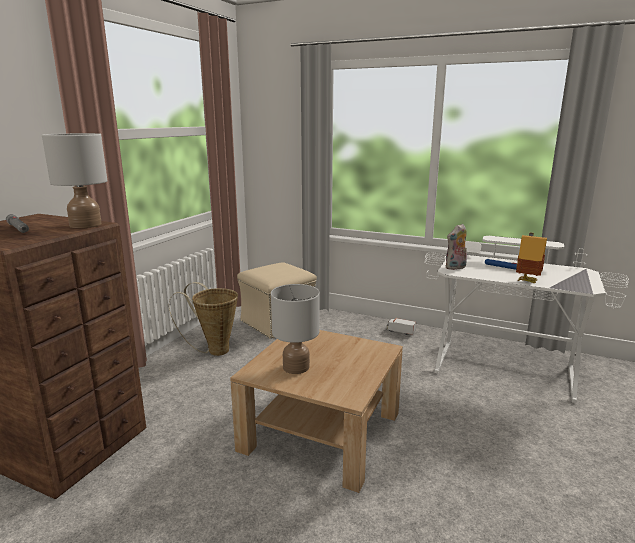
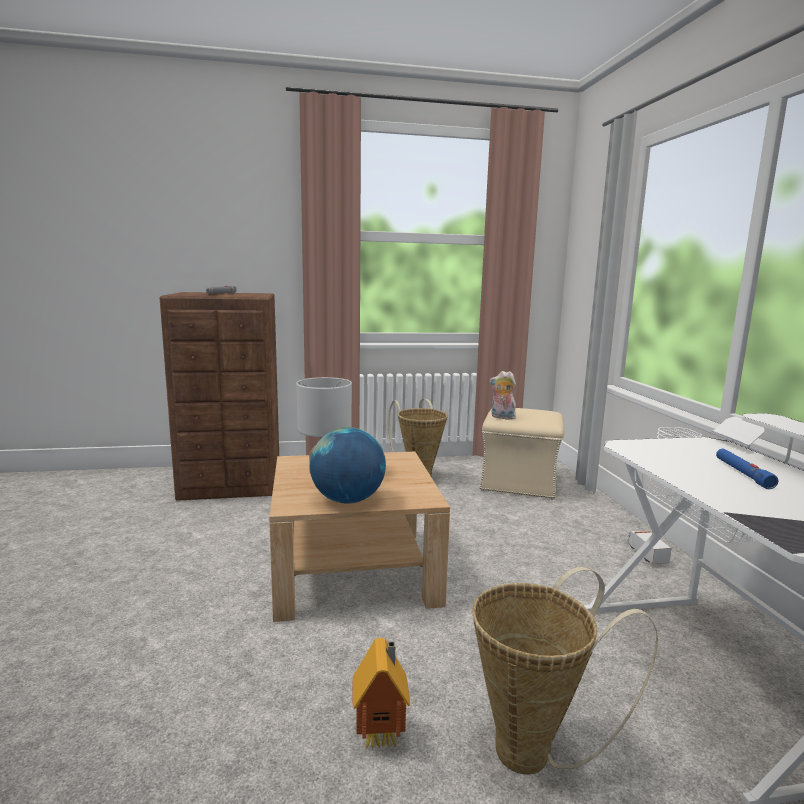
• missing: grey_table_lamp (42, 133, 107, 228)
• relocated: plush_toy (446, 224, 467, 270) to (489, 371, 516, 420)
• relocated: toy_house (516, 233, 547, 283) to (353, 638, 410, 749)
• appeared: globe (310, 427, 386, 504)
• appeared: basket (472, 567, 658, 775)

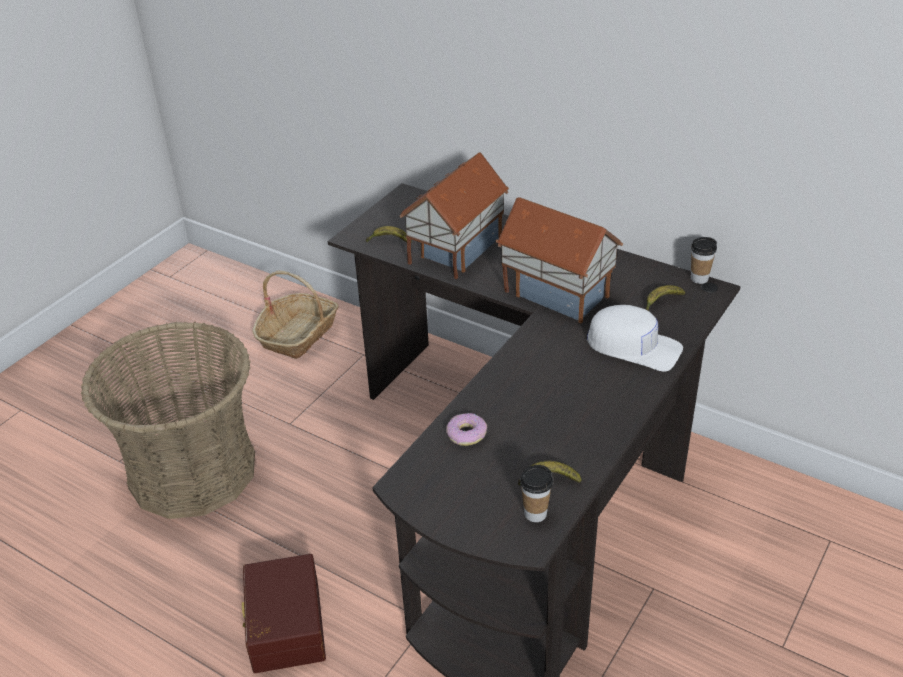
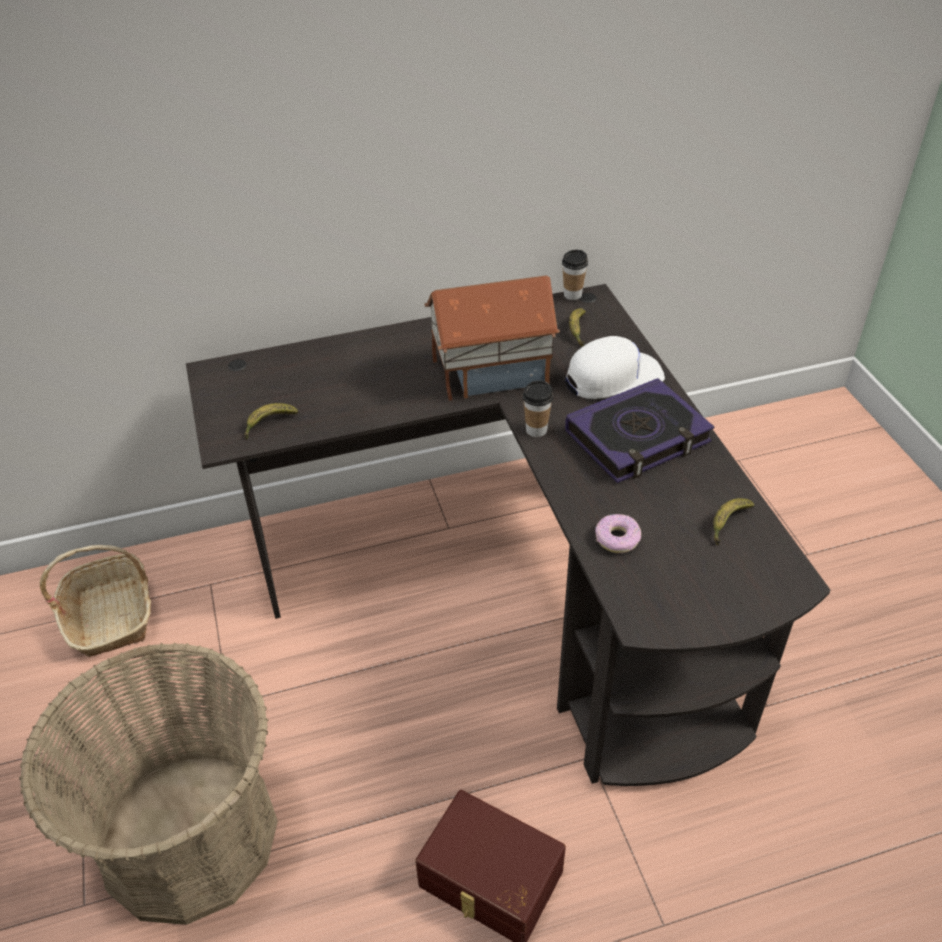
• missing: toy_house (399, 152, 509, 279)
• relocated: cup (520, 465, 553, 522) to (523, 380, 553, 437)
• appeared: book (565, 378, 714, 483)

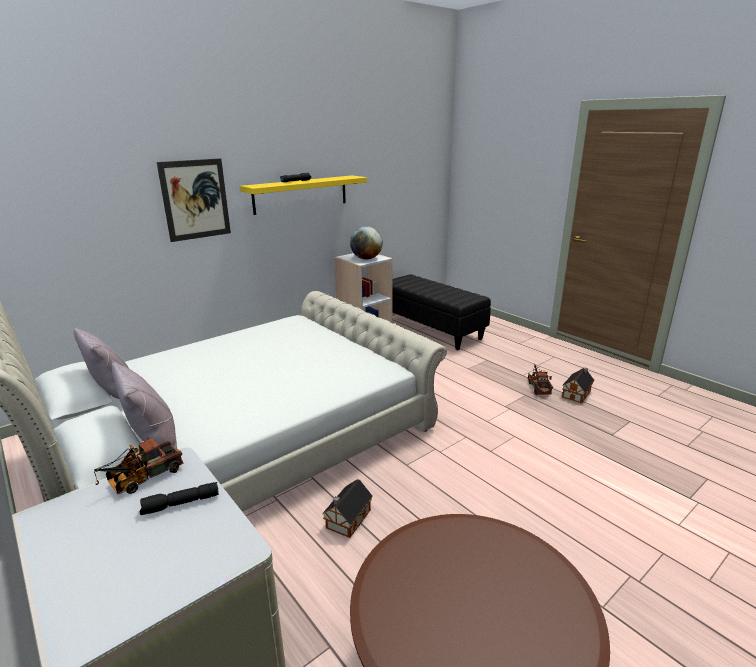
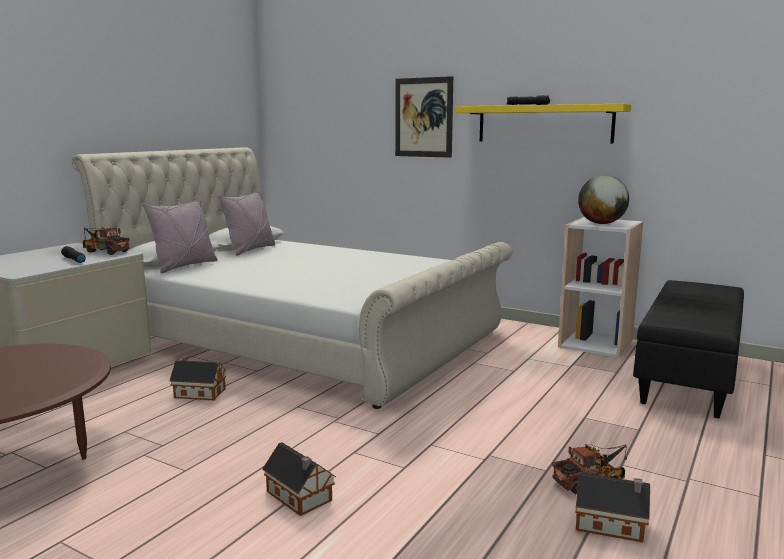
• appeared: toy_house (262, 442, 336, 516)

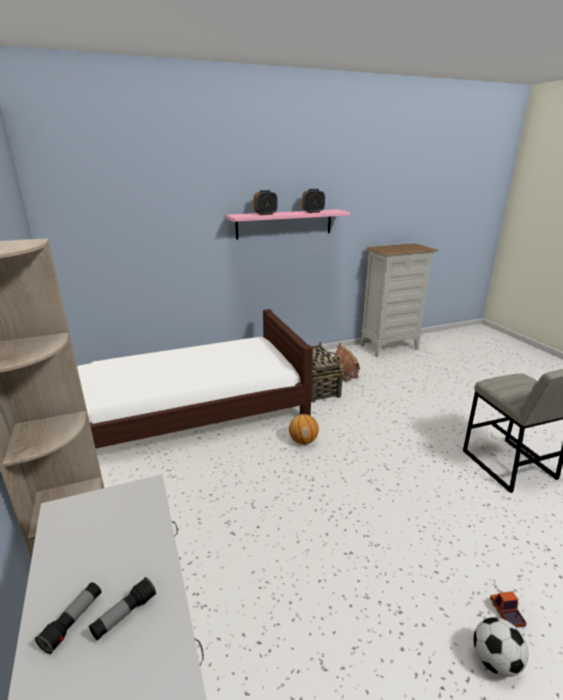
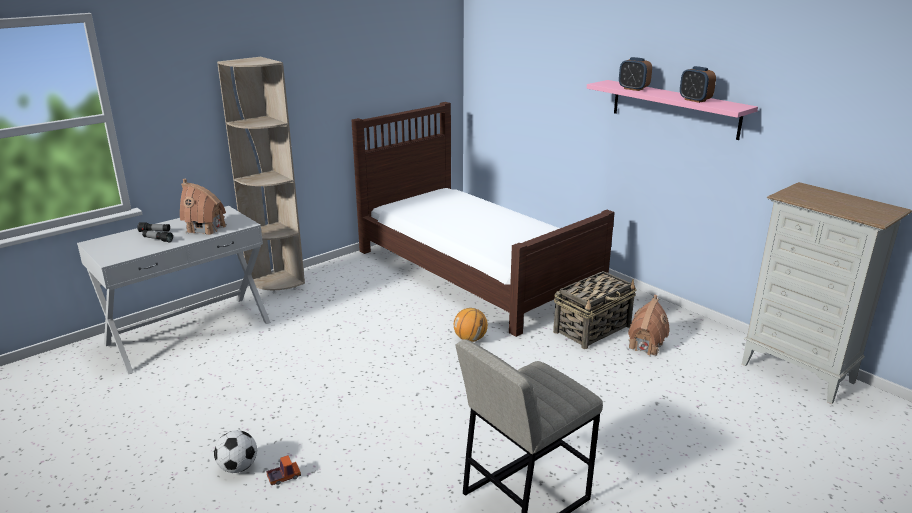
• appeared: toy_house (180, 179, 227, 235)

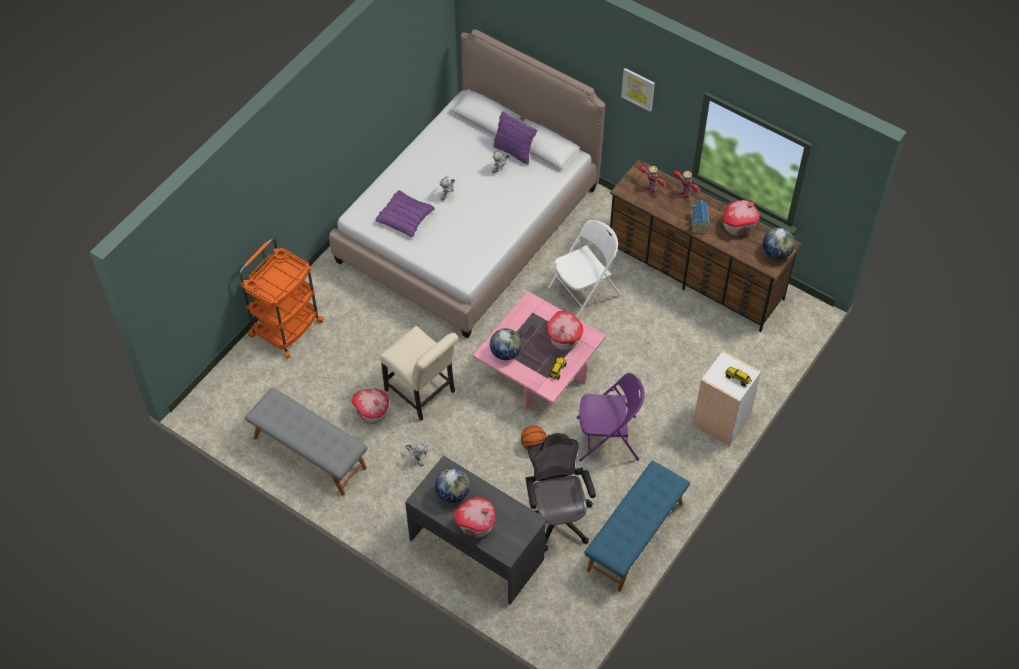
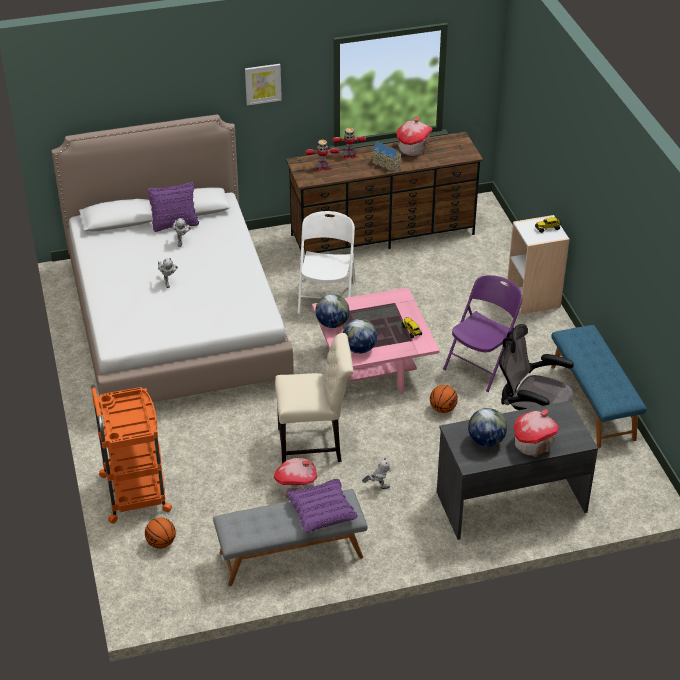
• relocated: purple_pillow (376, 190, 435, 237) to (287, 479, 358, 533)
• relocated: globe (763, 228, 795, 260) to (315, 294, 349, 328)
• missing: toy_house (546, 311, 583, 350)
• appeared: basketball (145, 517, 176, 549)

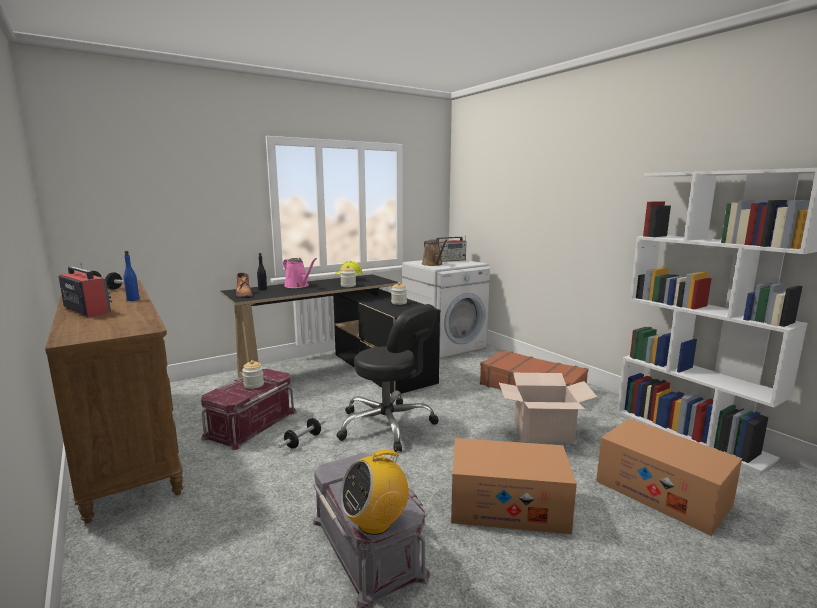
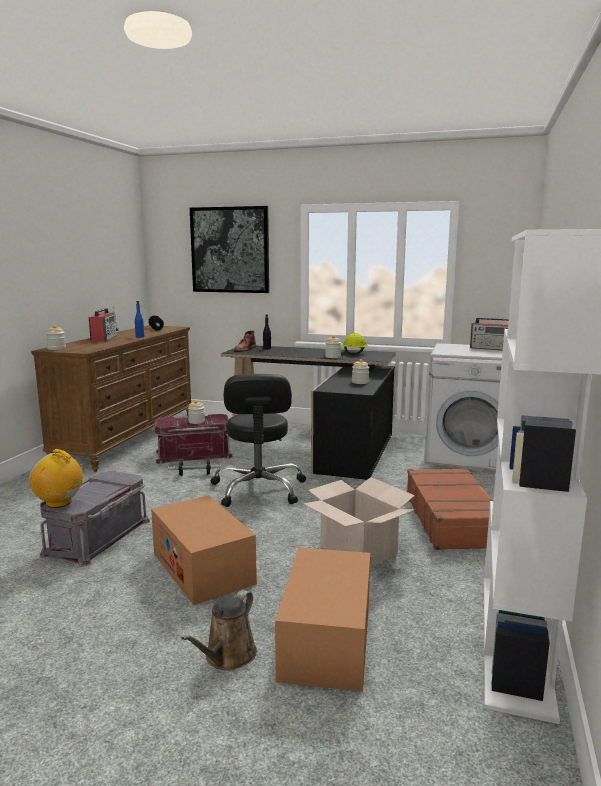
• relocated: brown_watering_can (422, 239, 447, 266) to (181, 590, 257, 671)
• missing: pink_watering_can (283, 258, 317, 288)
• appeared: picture (190, 206, 269, 293)
• appeared: jar (46, 325, 66, 350)

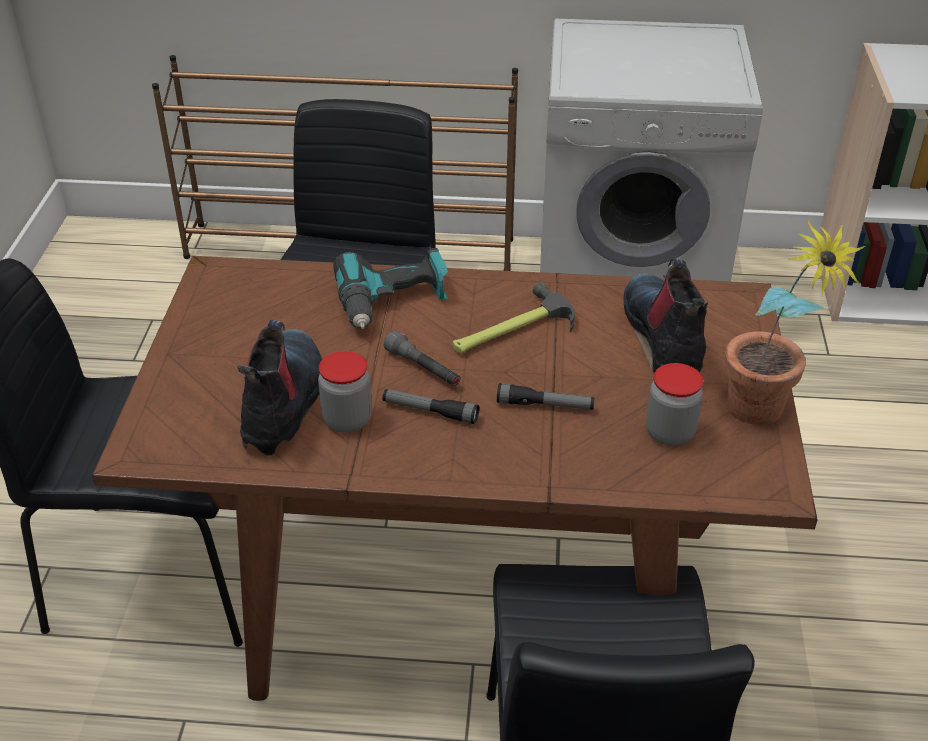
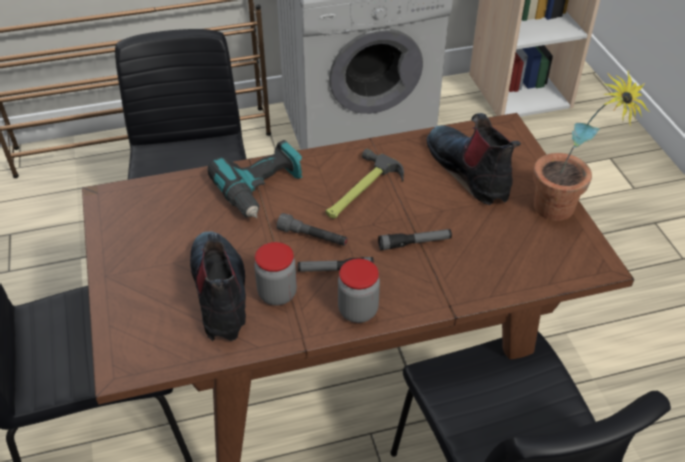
• relocated: jar (646, 363, 703, 446) to (338, 259, 380, 323)

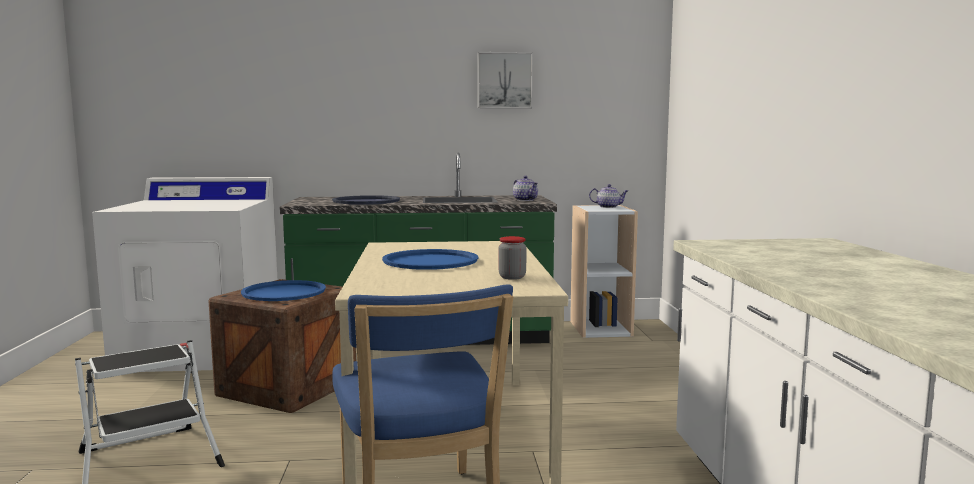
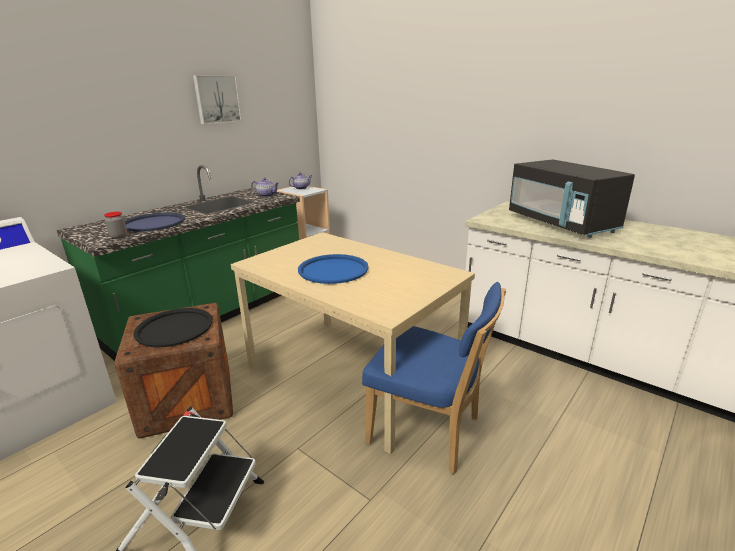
• relocated: jar (499, 236, 527, 280) to (104, 212, 127, 239)
• colour: blue_tray (241, 280, 326, 301) to black_tray (134, 308, 213, 347)
• appeared: black_microwave (509, 159, 635, 238)

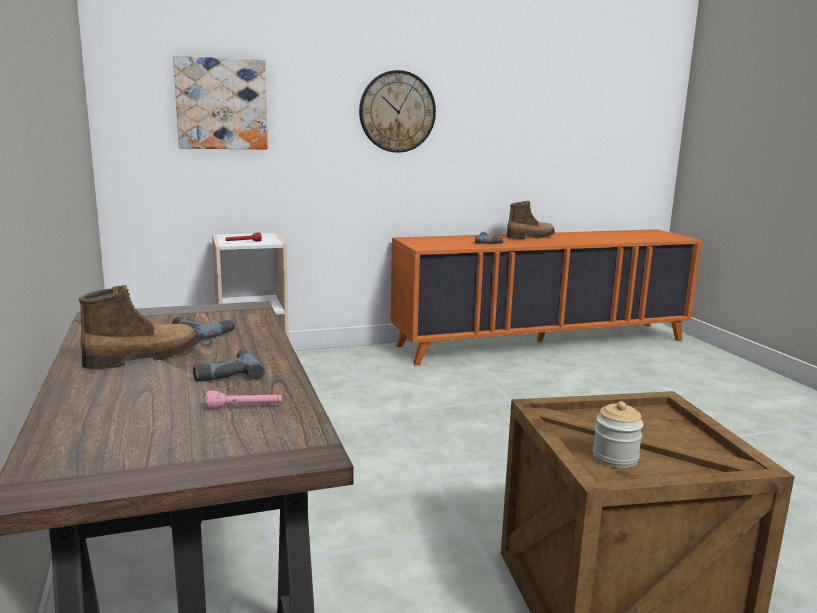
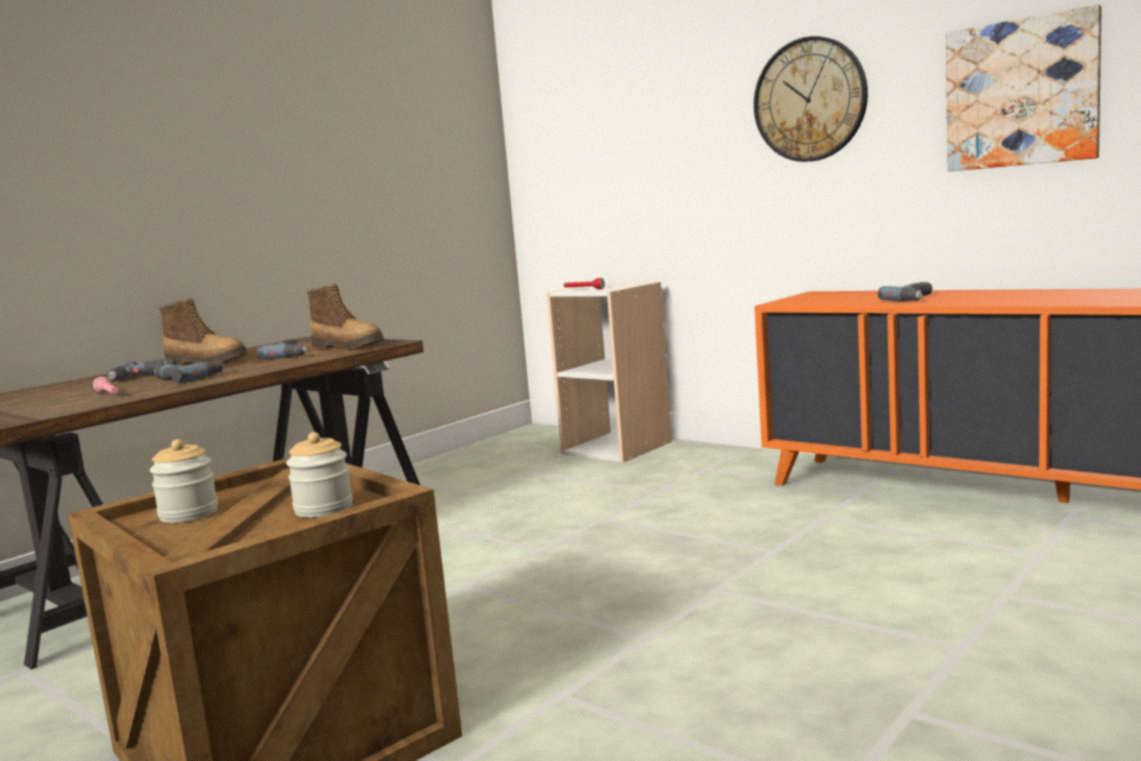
• relocated: picture (173, 56, 268, 150) to (946, 4, 1102, 171)
• relocated: boot (506, 201, 555, 239) to (307, 284, 384, 350)
• appeared: power_drill (107, 359, 177, 381)
• appeared: jar (286, 432, 353, 518)

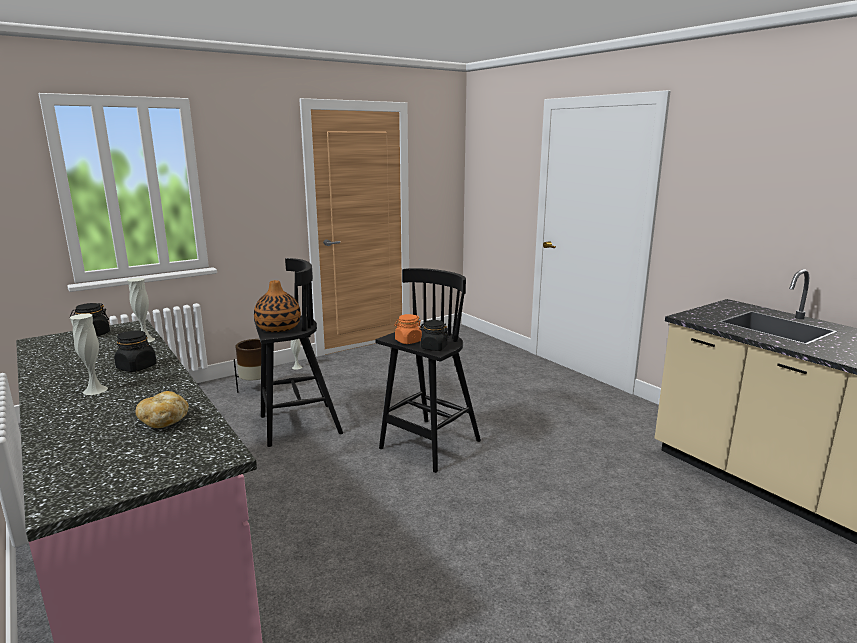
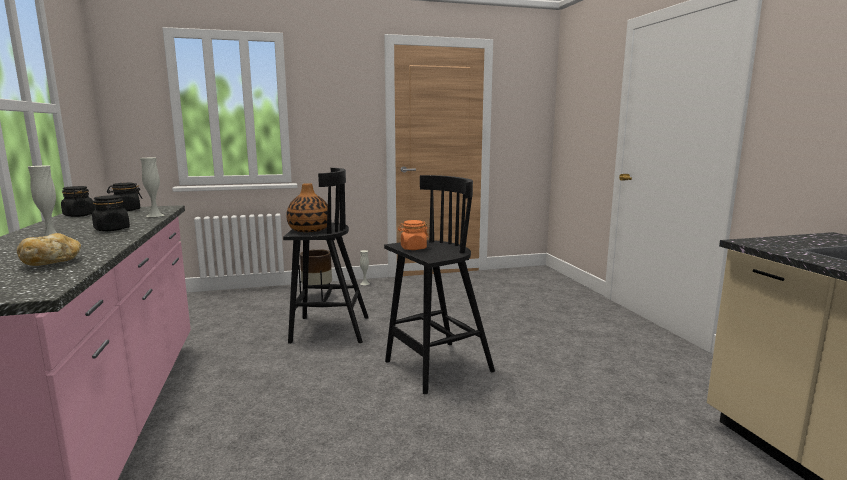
• relocated: black_jar (419, 320, 449, 351) to (61, 186, 95, 217)

